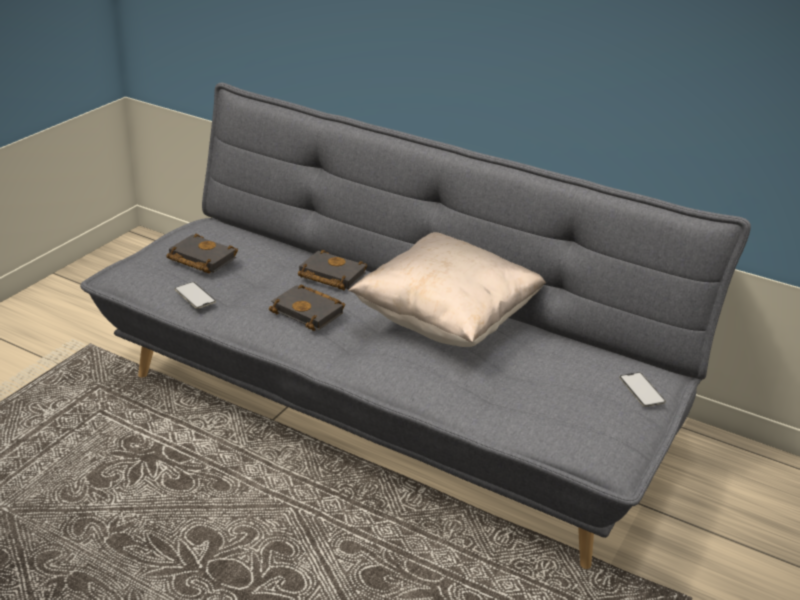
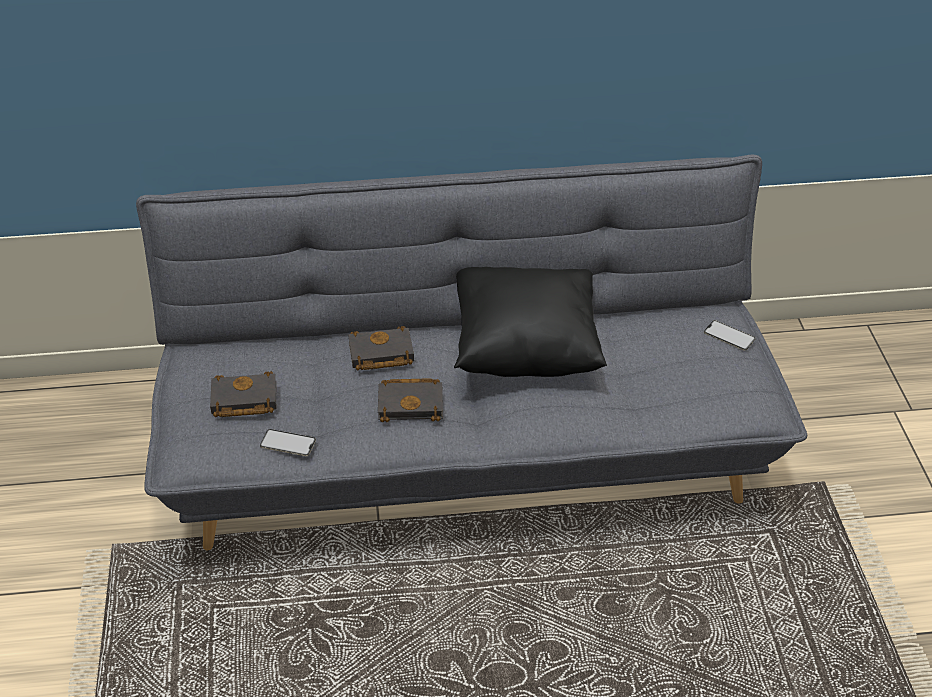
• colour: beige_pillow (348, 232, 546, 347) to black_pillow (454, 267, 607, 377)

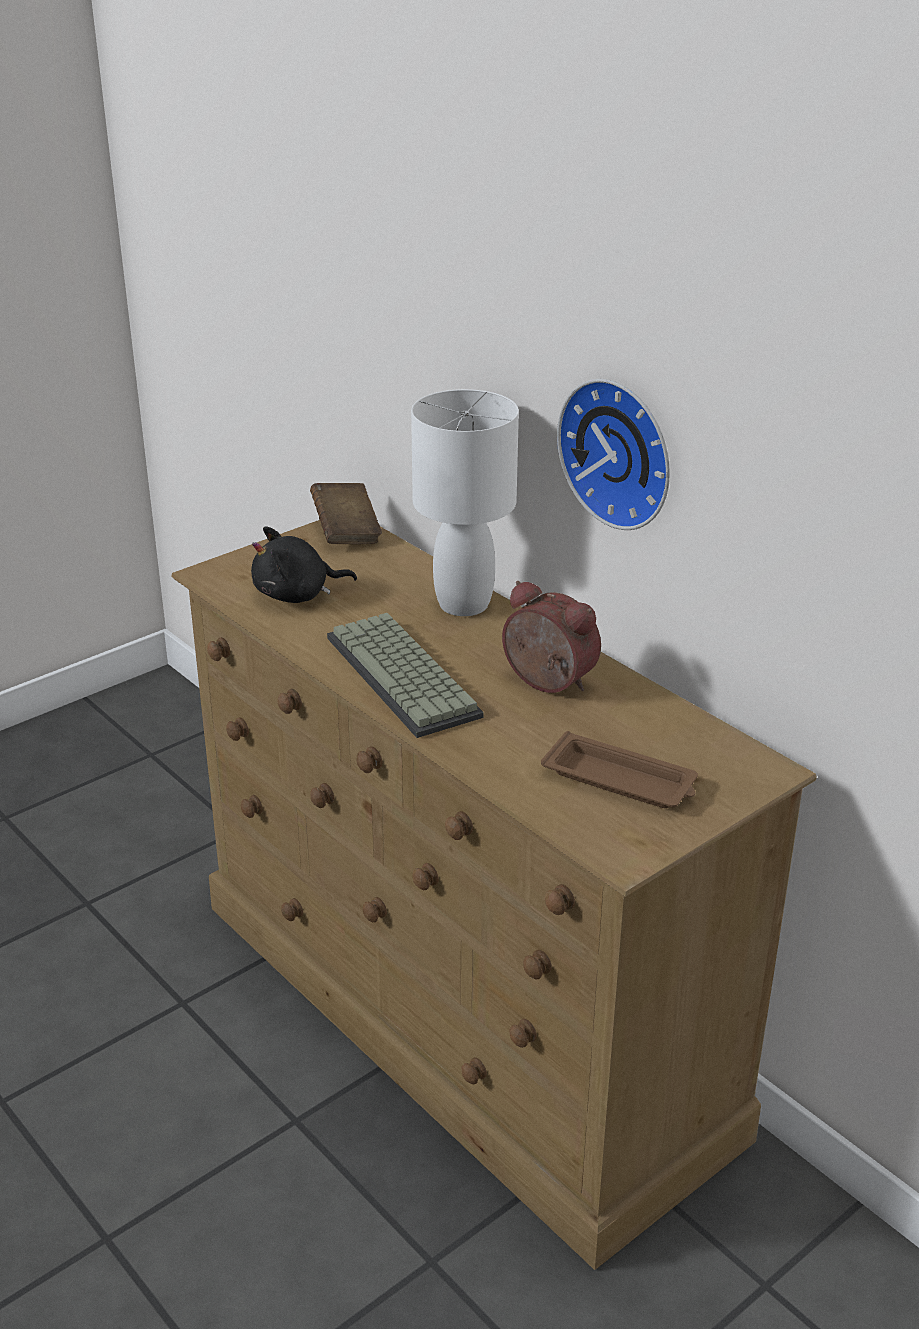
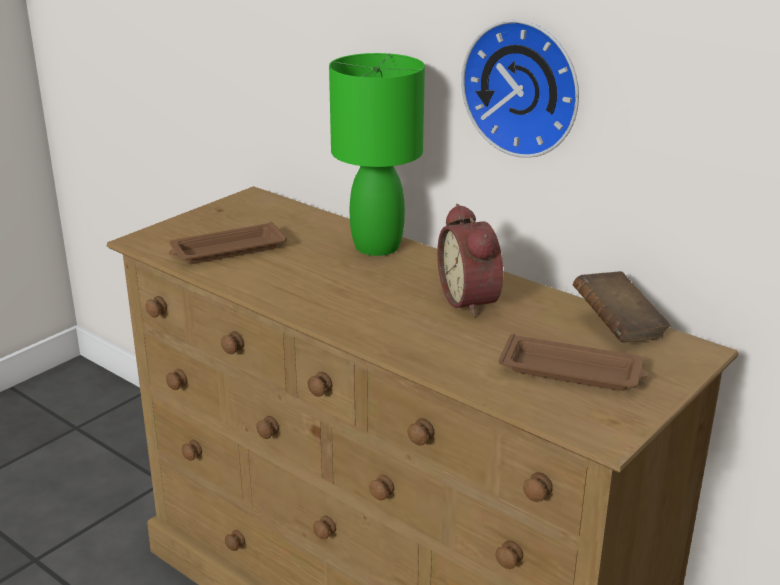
• colour: white_table_lamp (411, 389, 519, 616) to green_table_lamp (329, 53, 425, 256)
• relocated: brown_book (310, 483, 382, 544) to (573, 271, 670, 343)
• exchanged: black_plush_toy (251, 526, 357, 603) to brown_tray (169, 222, 287, 264)
• spun: alarm_clock (502, 581, 601, 693) = (437, 204, 503, 317) 135 degrees counterclockwise
• missing: keyboard (327, 613, 484, 738)

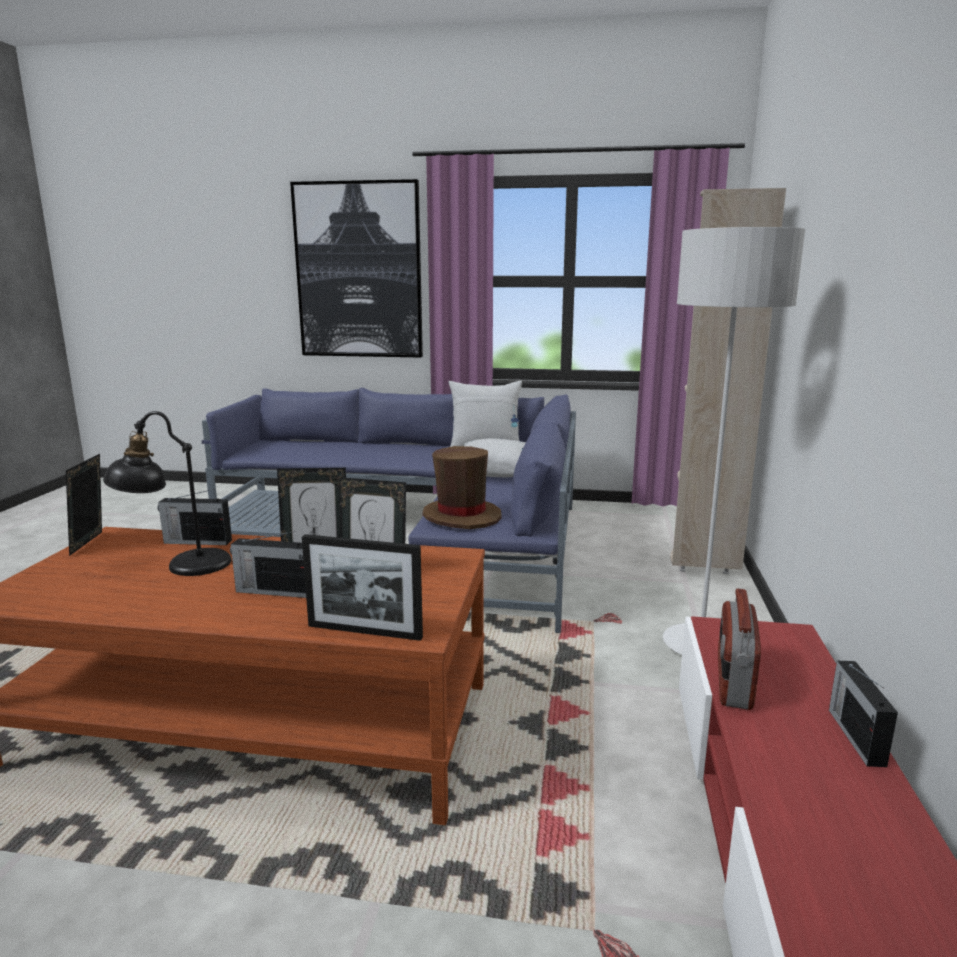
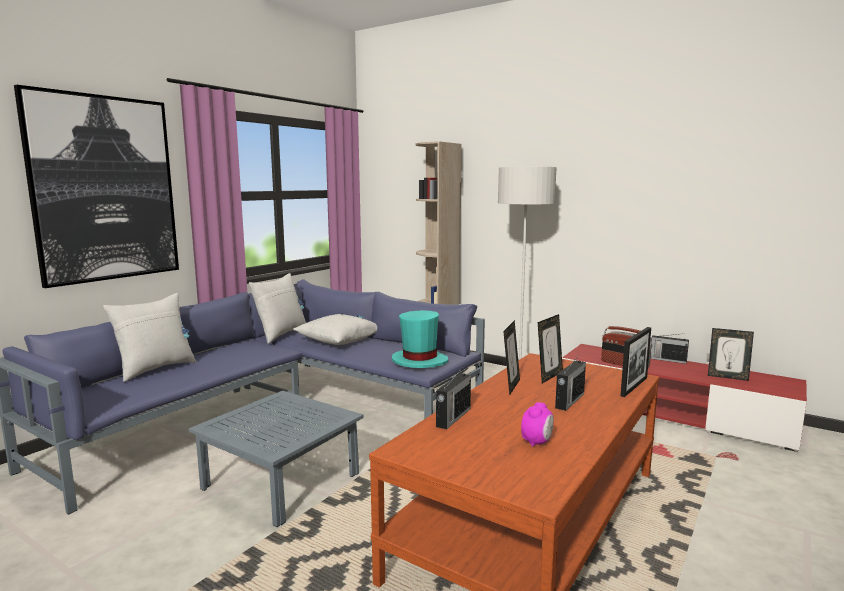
• missing: black_table_lamp (103, 411, 231, 576)
• colour: brown_hat (423, 446, 502, 529) to turquoise_hat (392, 310, 448, 368)
• relocated: picture_frame (66, 454, 102, 556) to (708, 328, 754, 381)
• appeared: grey_pillow (103, 293, 196, 382)
• appeared: alarm_clock (521, 402, 554, 447)

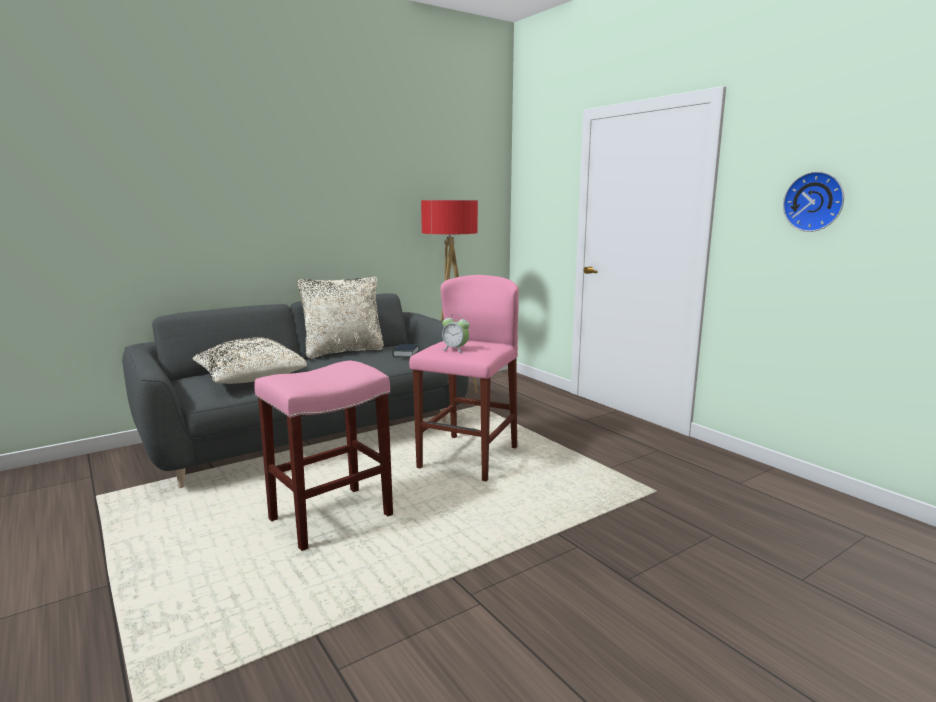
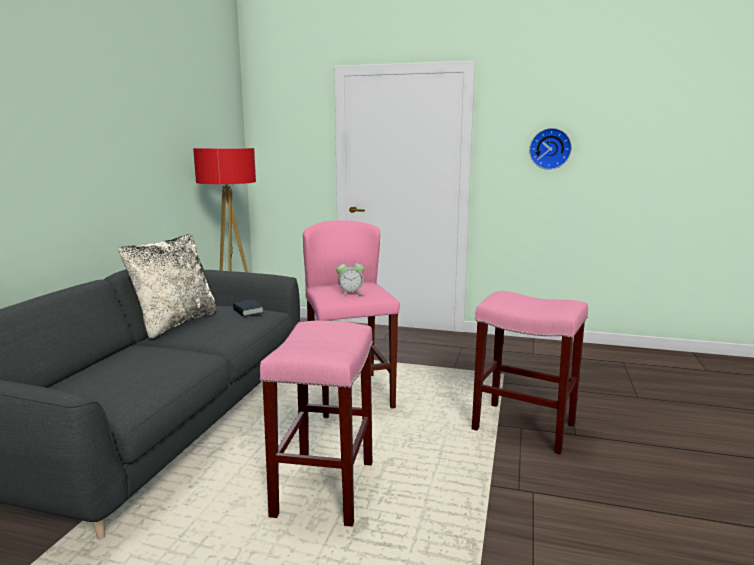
• missing: beige_pillow (193, 337, 307, 384)
• appeared: pink_stool (472, 291, 588, 454)

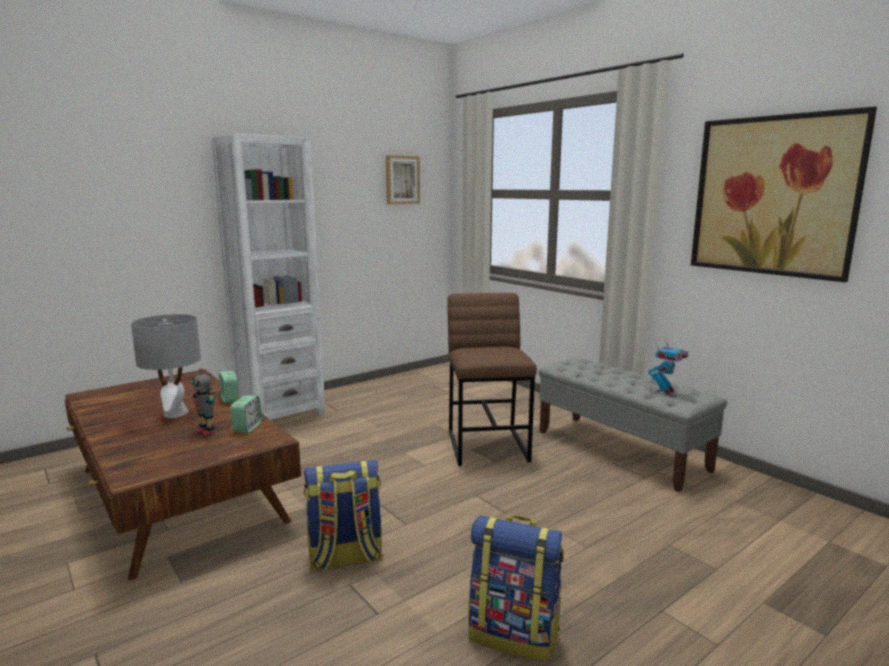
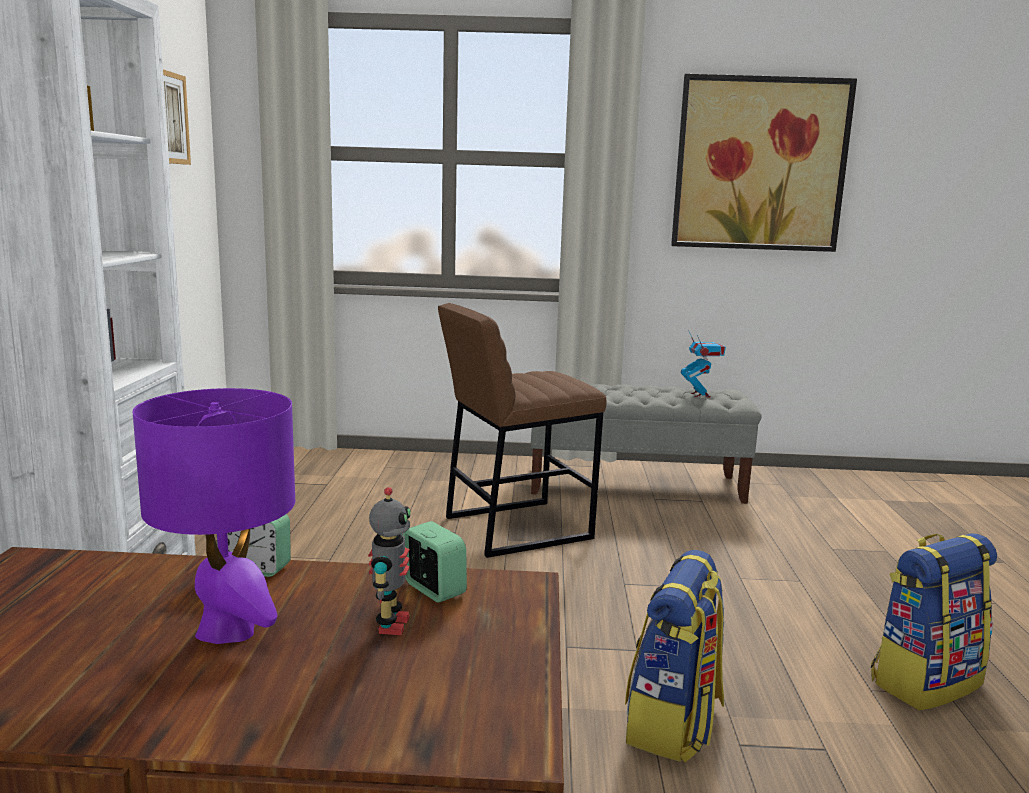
• spun: brown_chair (447, 293, 537, 466) = (438, 303, 607, 558) 60 degrees counterclockwise
• colour: grey_table_lamp (131, 314, 201, 418) to purple_table_lamp (132, 388, 295, 644)
• spun: toy_robot (191, 368, 215, 436) = (368, 487, 411, 635) 75 degrees counterclockwise

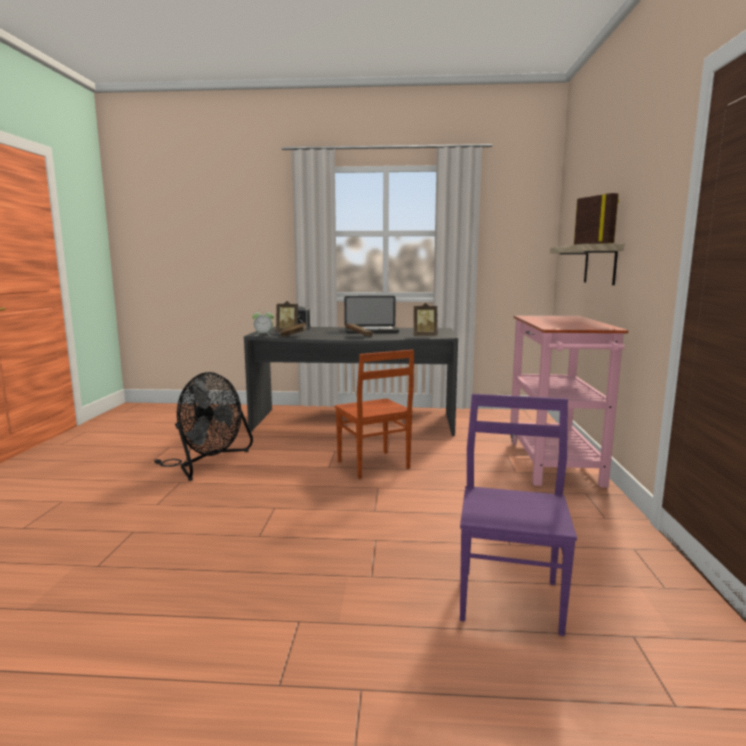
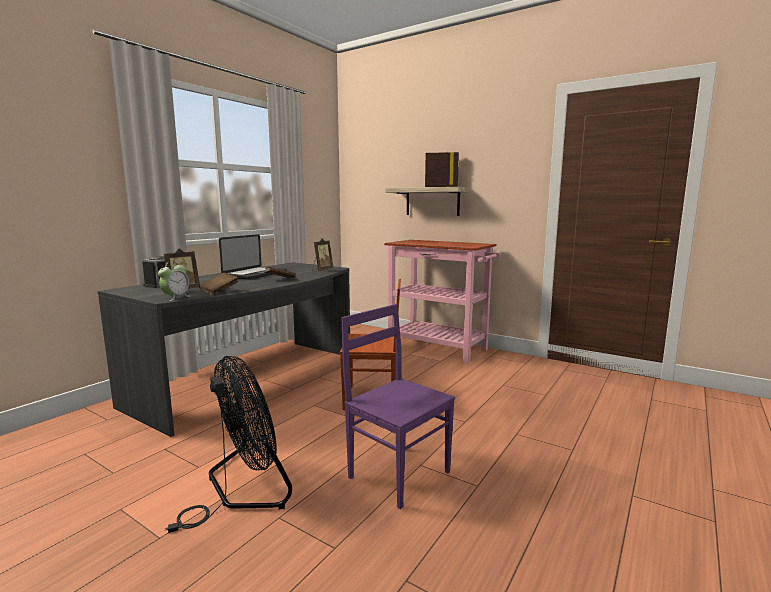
• relocated: purple_chair (460, 394, 577, 636) to (341, 304, 455, 509)

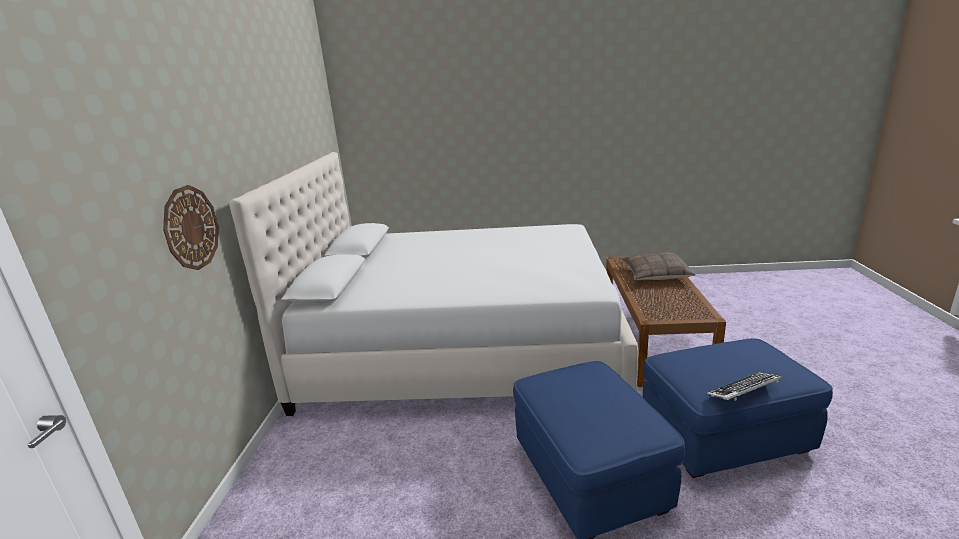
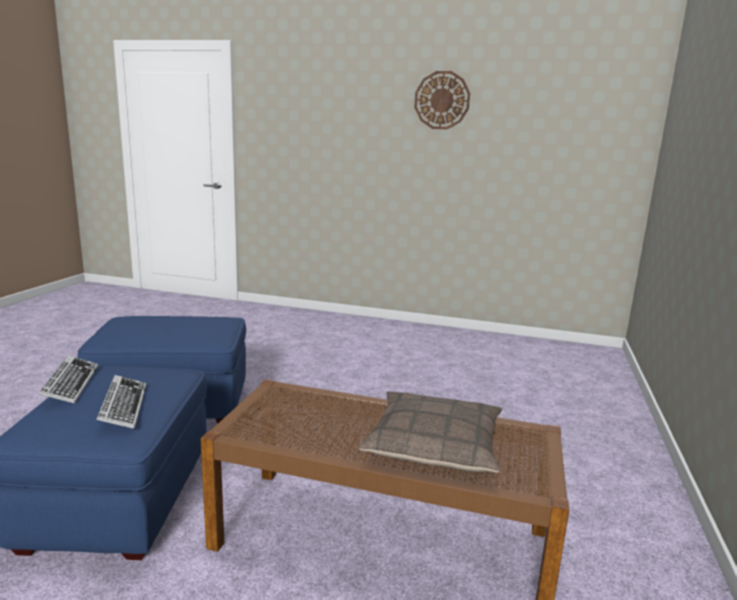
• missing: white_bed (229, 152, 639, 416)
• relocated: wall_clock (163, 185, 219, 270) to (414, 71, 470, 130)
• appeared: keyboard (96, 375, 146, 429)

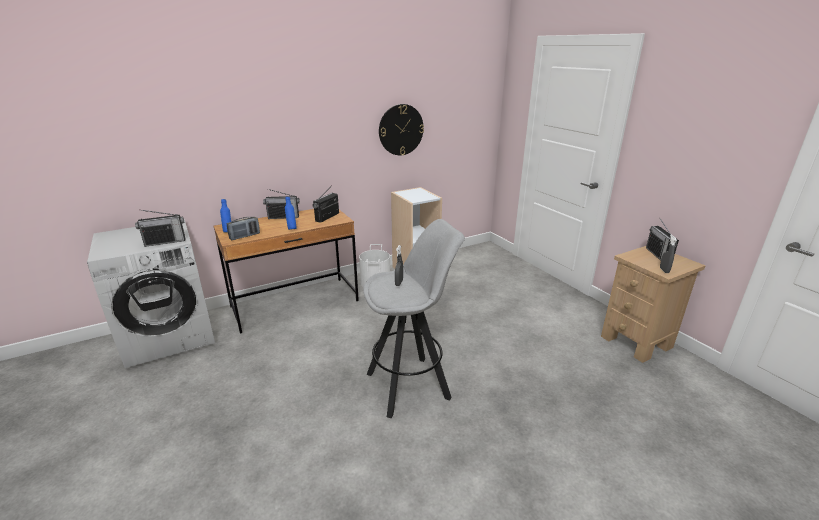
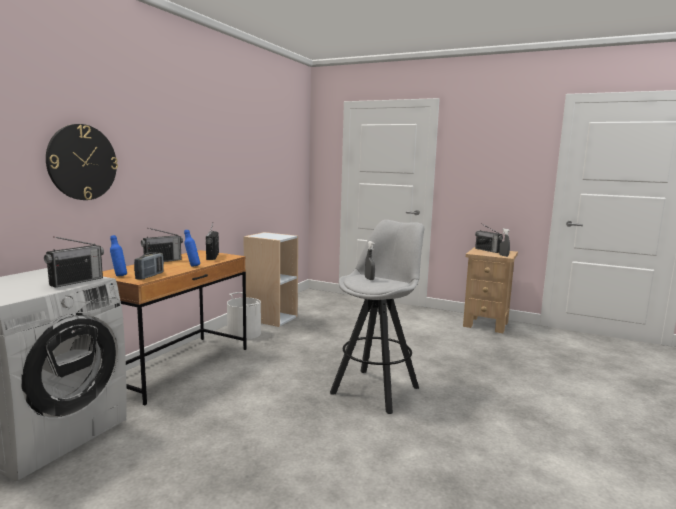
• relocated: wall_clock (379, 104, 424, 155) to (46, 124, 118, 200)

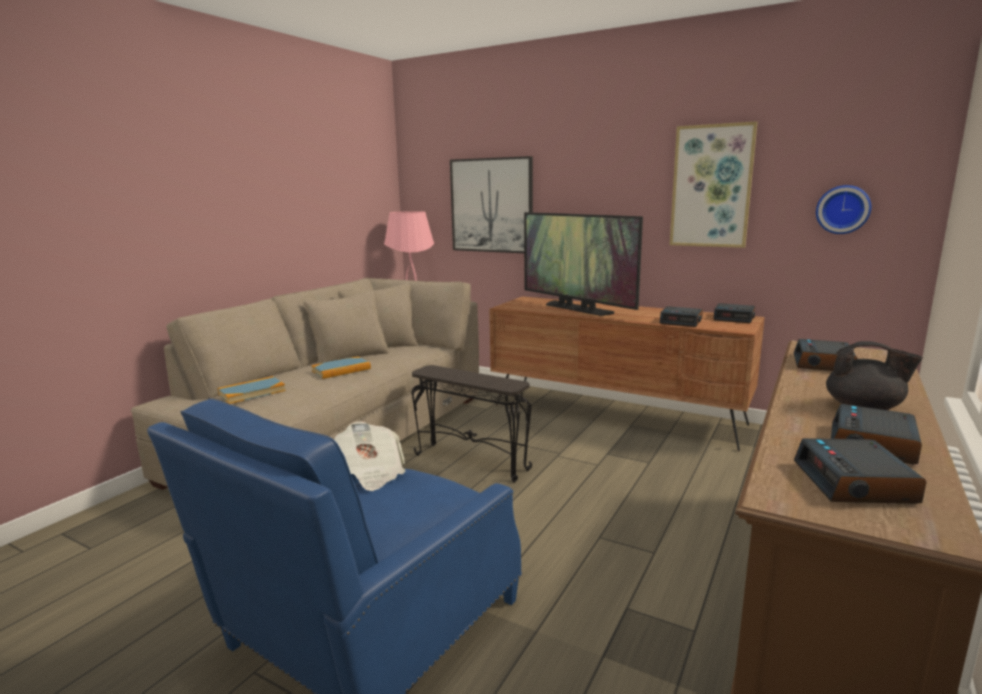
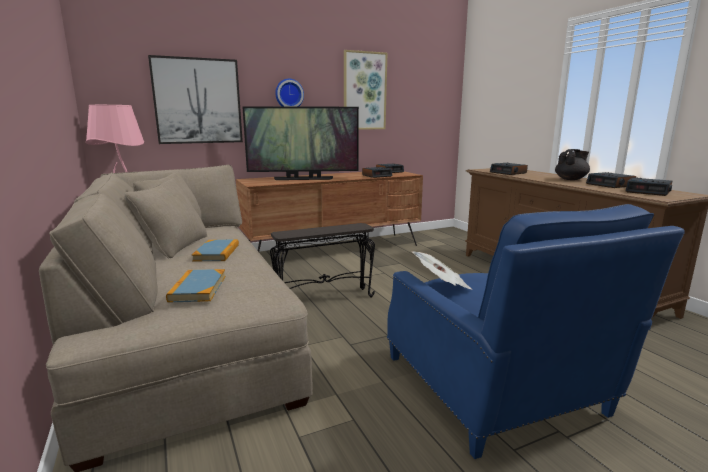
• relocated: wall_clock (816, 185, 871, 234) to (275, 79, 304, 107)

